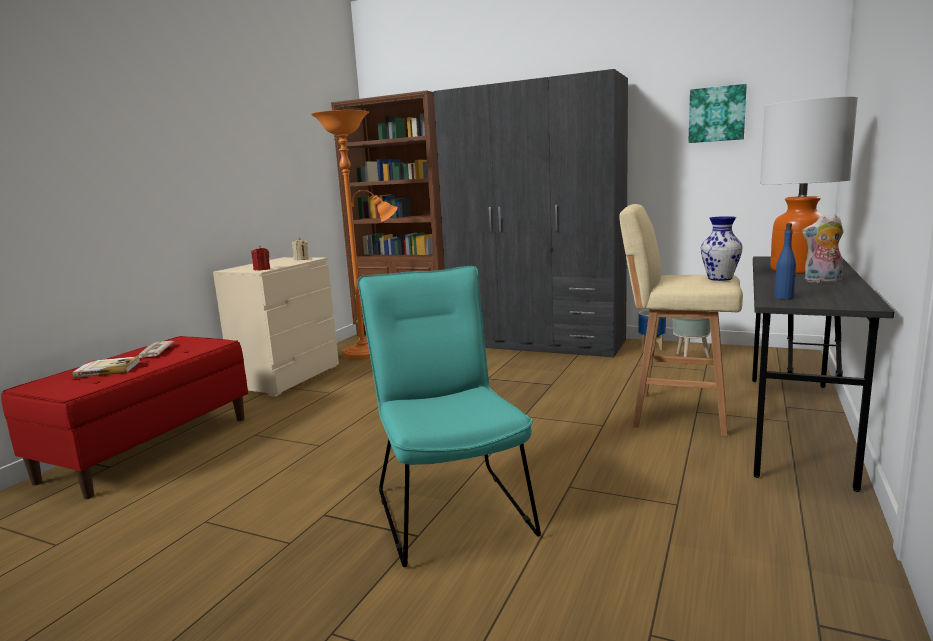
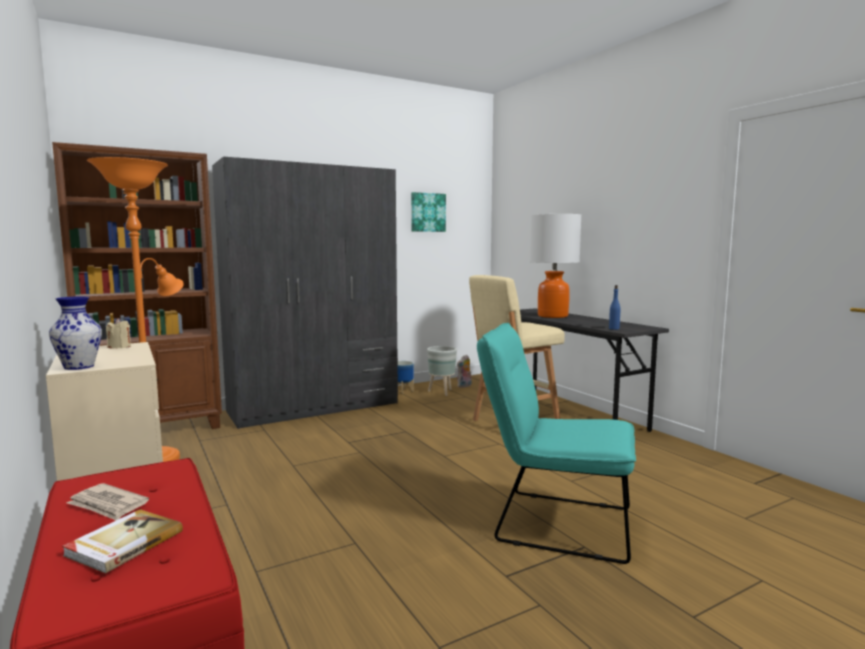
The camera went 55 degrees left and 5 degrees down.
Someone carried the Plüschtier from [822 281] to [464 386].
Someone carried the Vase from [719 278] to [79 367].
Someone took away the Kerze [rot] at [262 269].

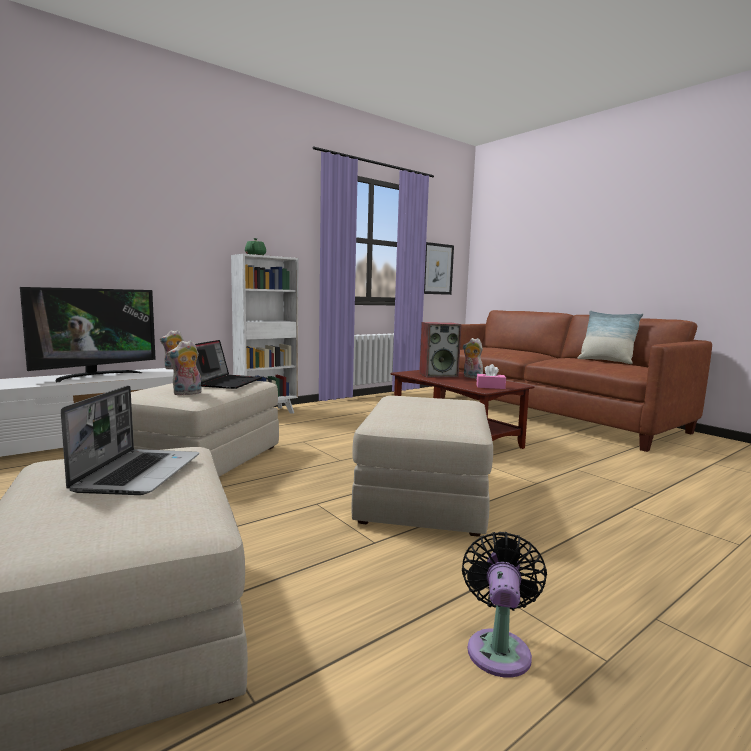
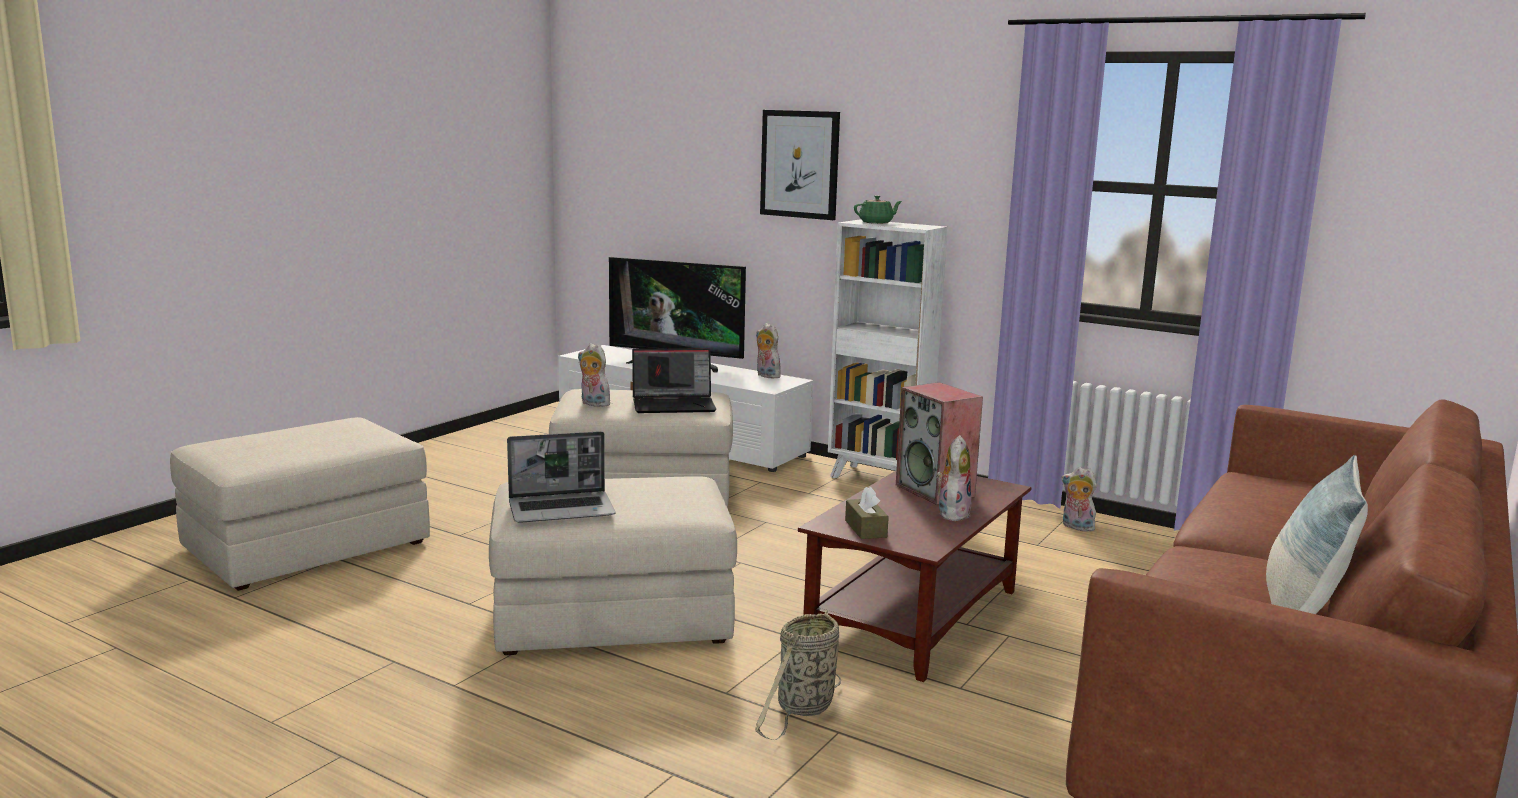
The camera went 70 degrees right and 5 degrees up.
Someone carried the Bild from [437 269] to [800 164].
Someone repainted the Taschentuchbox [rosa] at [490 387], which became the Taschentuchbox [braun] at [865 529].
Someone carried the Laptop from [138 473] to [562 509].
Someone took away the Ventilator [schwarz] at [499 648].
Someone put down the Plüschtier at [1076 527].
Someone put down the Korb at [803 709].

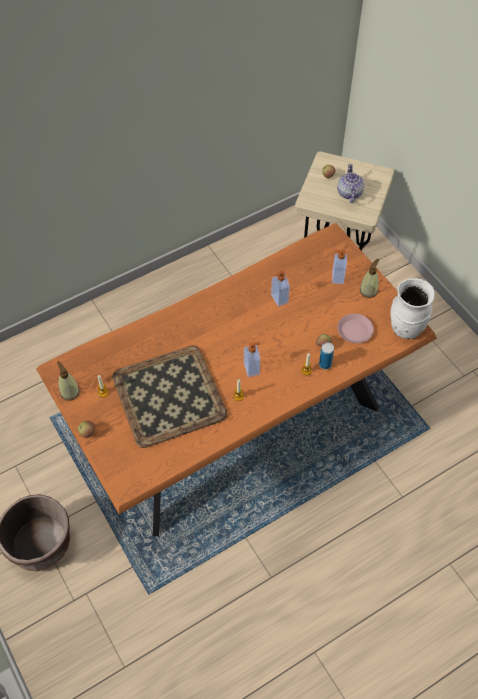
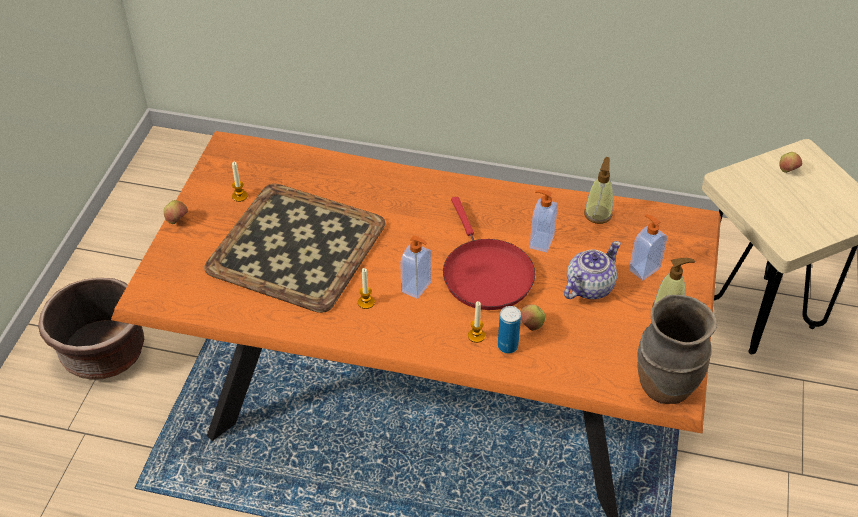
The camera went 45 degrees right and 10 degrees down.
Someone carried the Teekanne from [349 193] to [588 287].
Someone repainted the Vase [weiß] at [405 328], which became the Vase [braun] at [665 385].
Someone took away the Teller [rosa] at [355 331].
Someone carried the Seifenspender from [69 392] to [598 214].
Someone put down the Pfanne [rot] at [485 274].

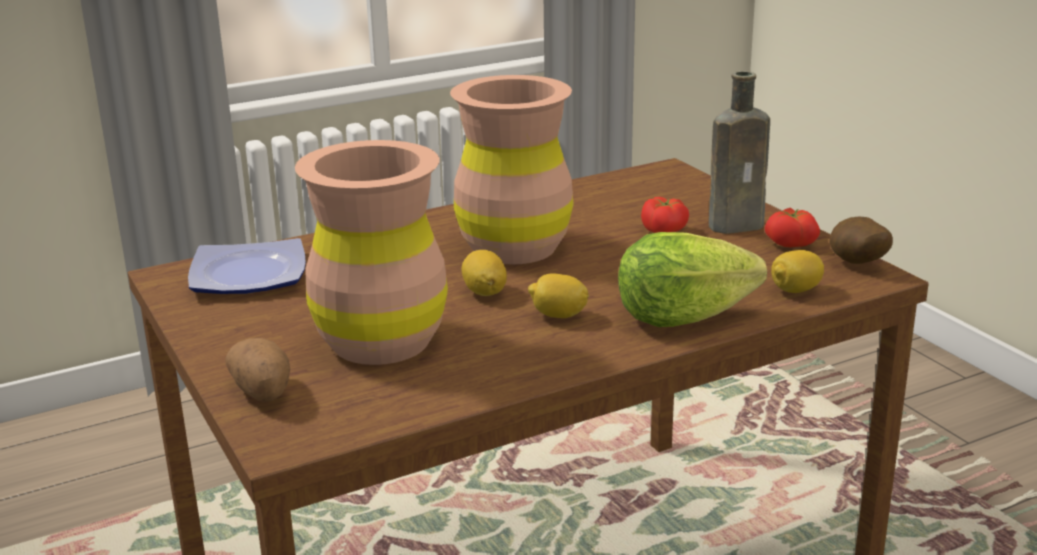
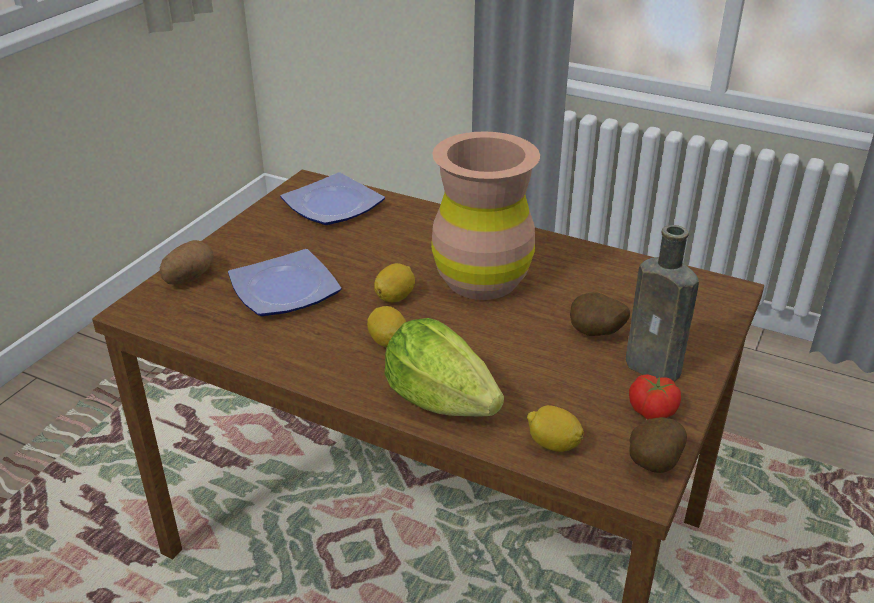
The camera went 55 degrees right and 10 degrees up.
Someone swapped the Vase [braun] at [381 341] for the Teller at [286 288].
Someone swapped the Tomate at [665 231] for the Kartoffel at [595 335].

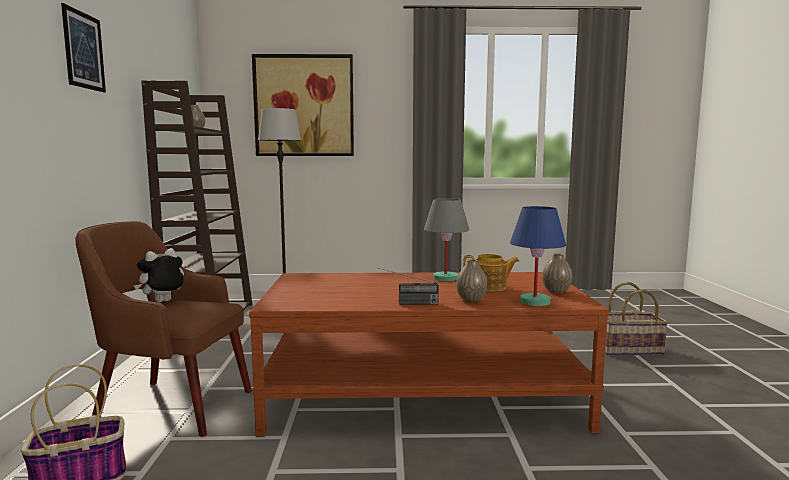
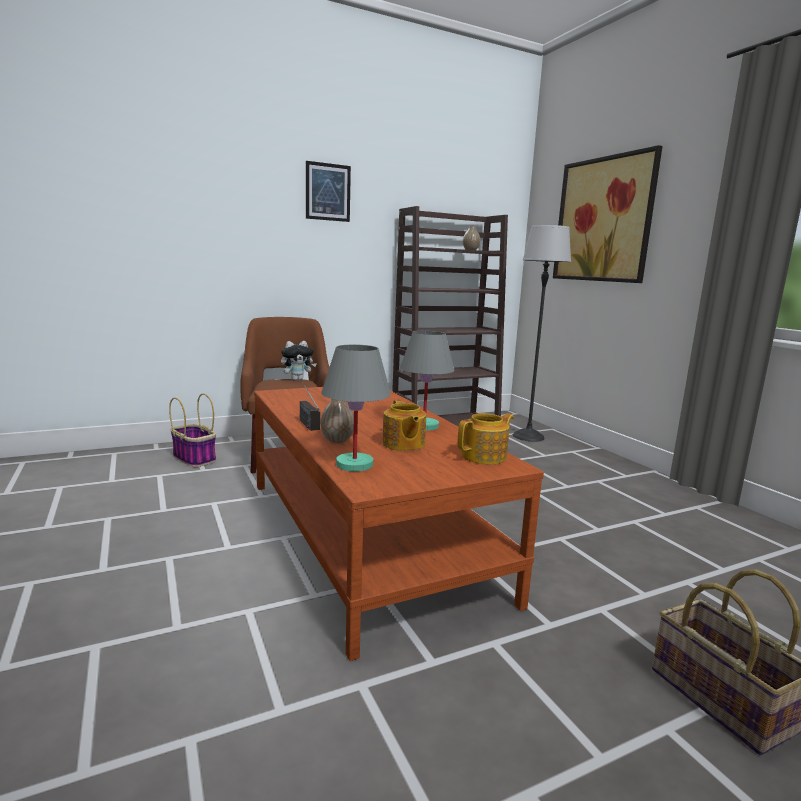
The camera went 65 degrees right and 5 degrees up.
Someone repainted the Tischlampe [blau] at [535 301], which became the Tischlampe [grau] at [355 465].
Someone rotated the Plüschtier at [163 302] by 135 degrees clockwise.
Someone took away the Vase at [556 291].
Someone put down the Teekanne at [485 456].

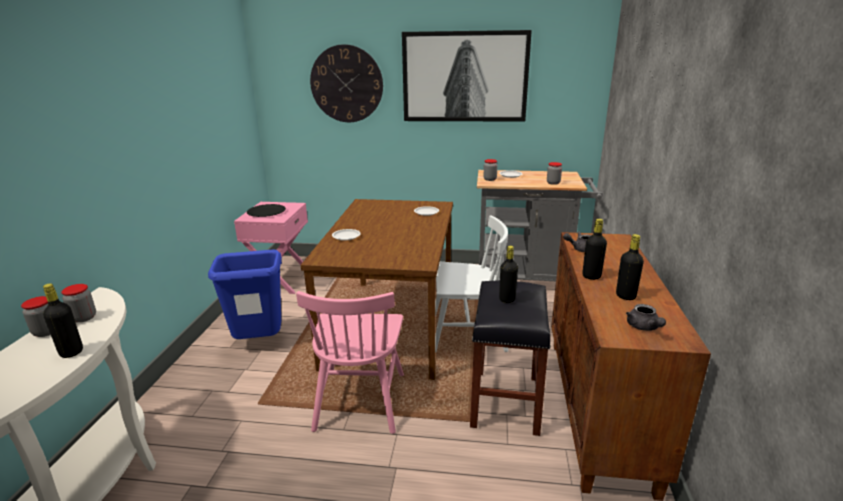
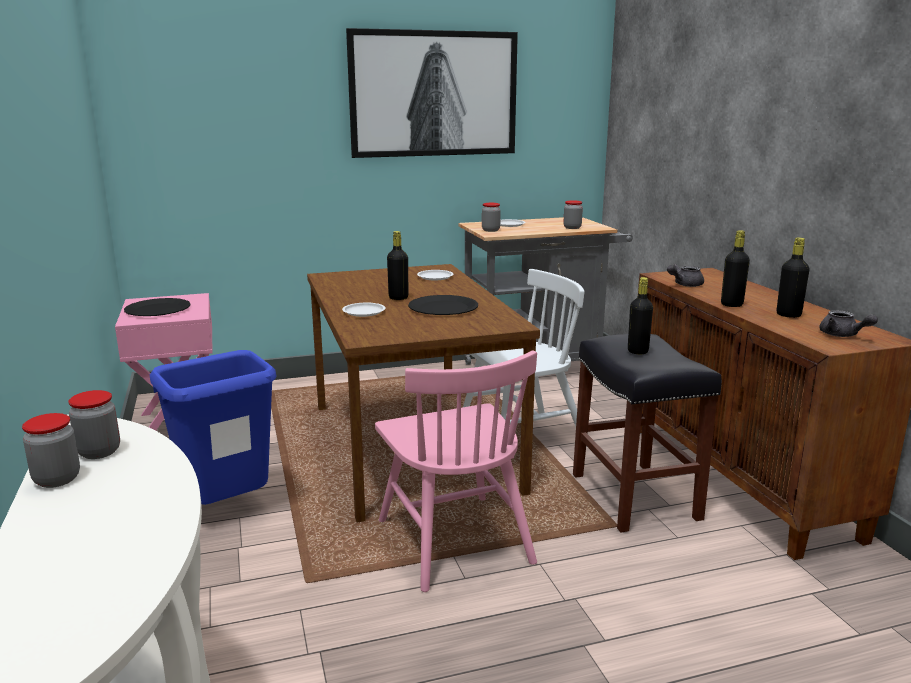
The camera went 25 degrees left and 5 degrees down.
Someone took away the Wanduhr at [346 84].
Someone carried the Flasche [schwarz] from [71 352] to [398 298].
Someone put down the Teller [schwarz] at [443 308].

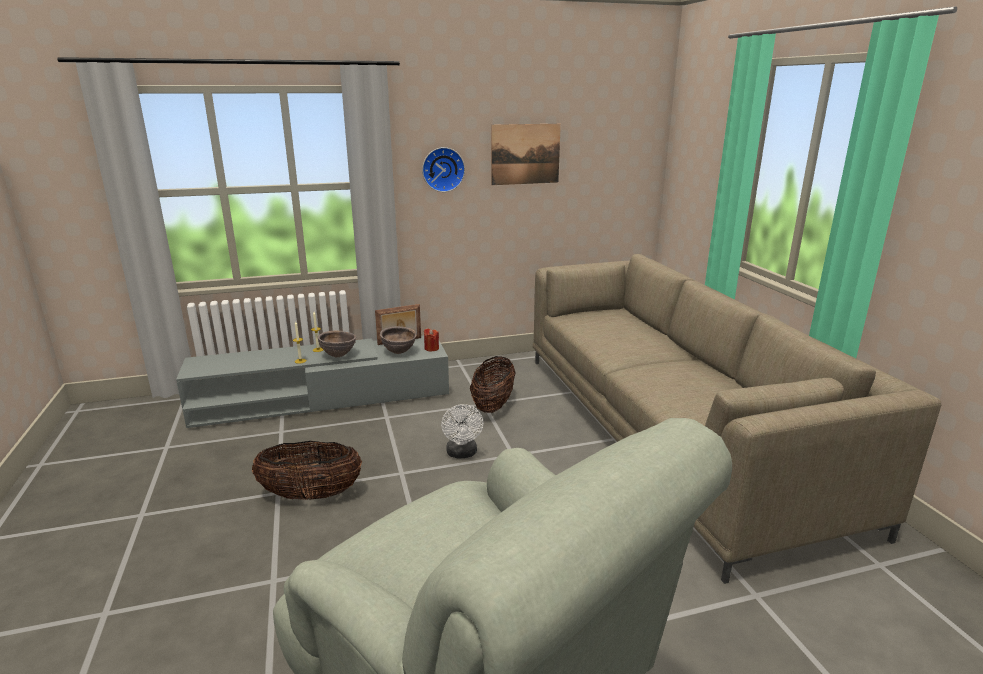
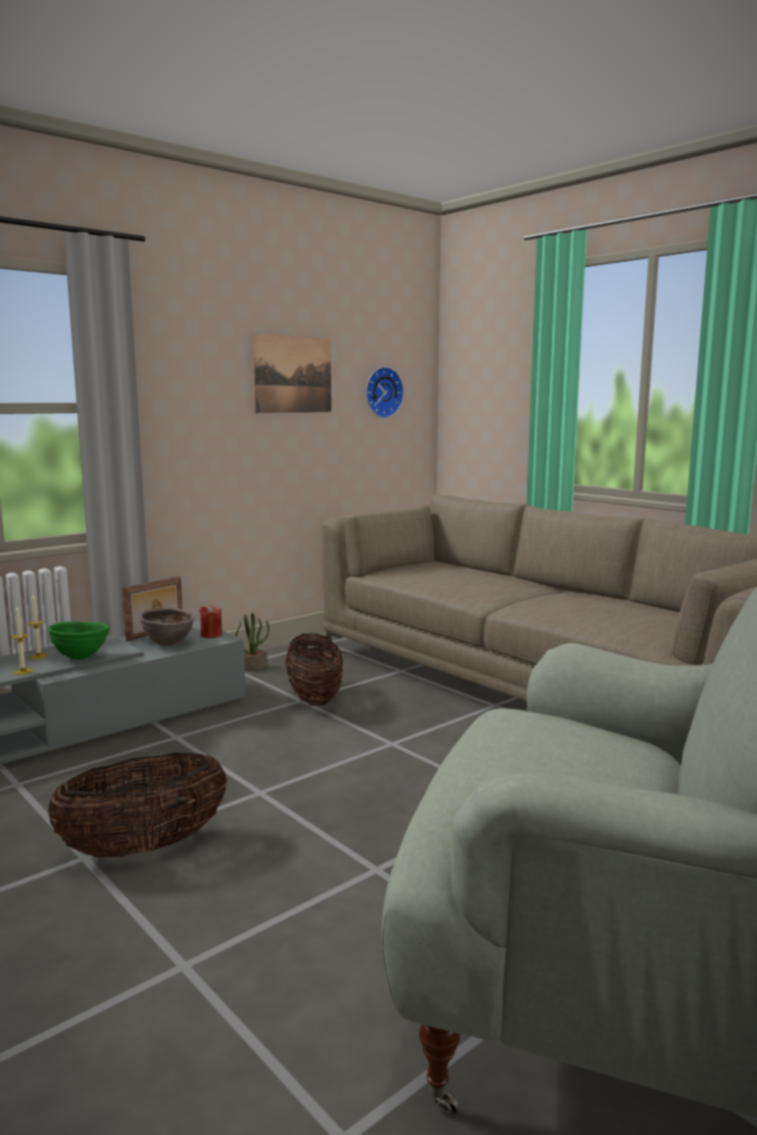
The camera went 25 degrees left and 10 degrees down.
Someone carried the Wanduhr from [443 169] to [382 392].
Someone repainted the Schüssel [braun] at [338 355], which became the Schüssel [grün] at [80 658].
Someone took away the Ventilator [weiß] at [462 454].
Someone put down the Topfpflanze at [253 667].

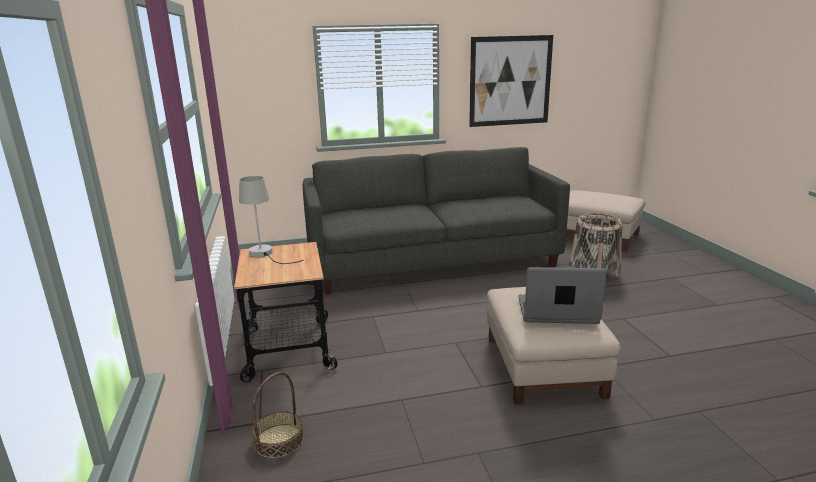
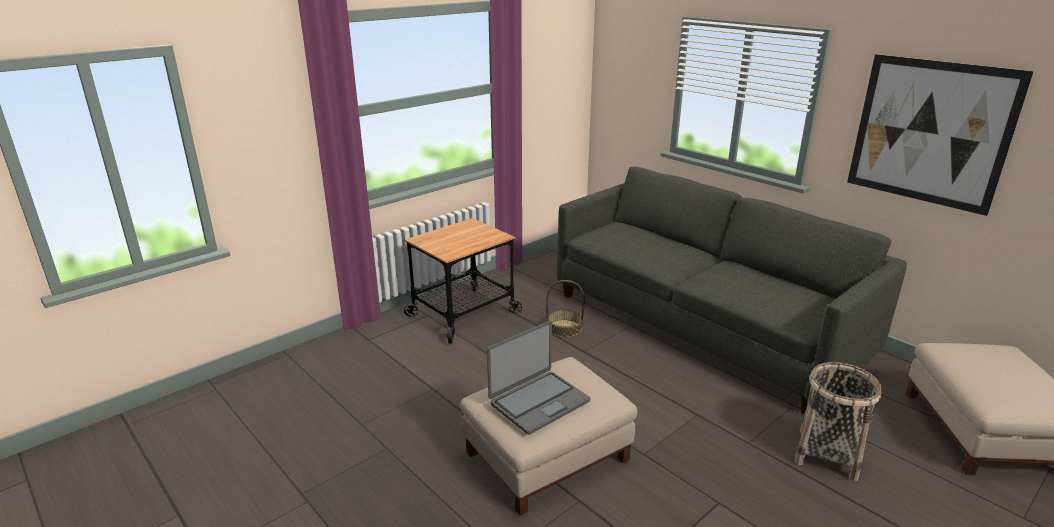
The camera went 60 degrees right and 5 degrees up.
Someone took away the Tischlampe [grau] at [265 254].
Someone rotated the Laptop at [557 311] by 75 degrees clockwise.
Someone carried the Korb from [279 441] to [564 328].

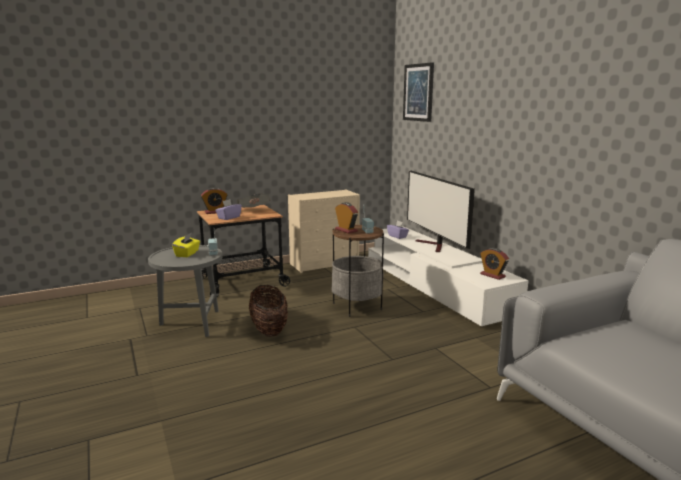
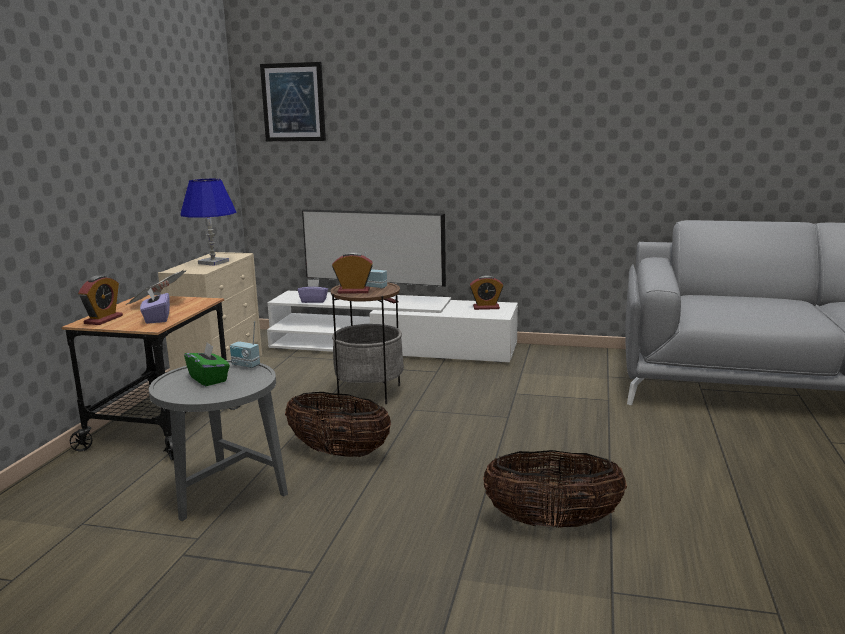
The camera went 50 degrees left and 0 degrees up.
Someone repainted the Taschentuchbox [gelb] at [187 254], which became the Taschentuchbox [grün] at [209 379].
Someone put down the Tischlampe [blau] at [213 262].
Someone put down the Korb at [552 523].

